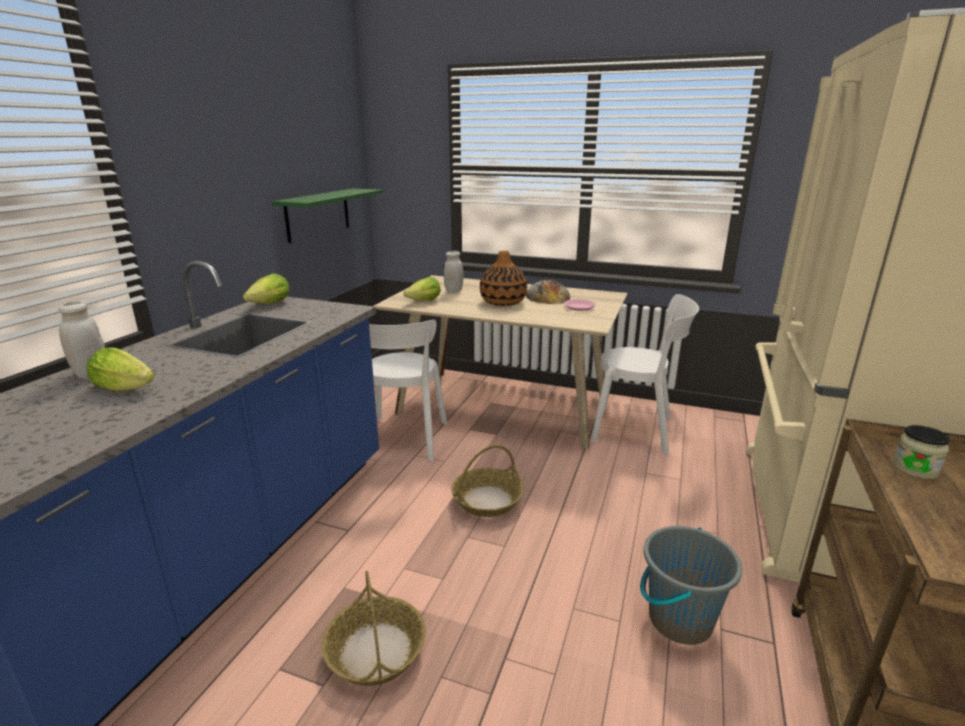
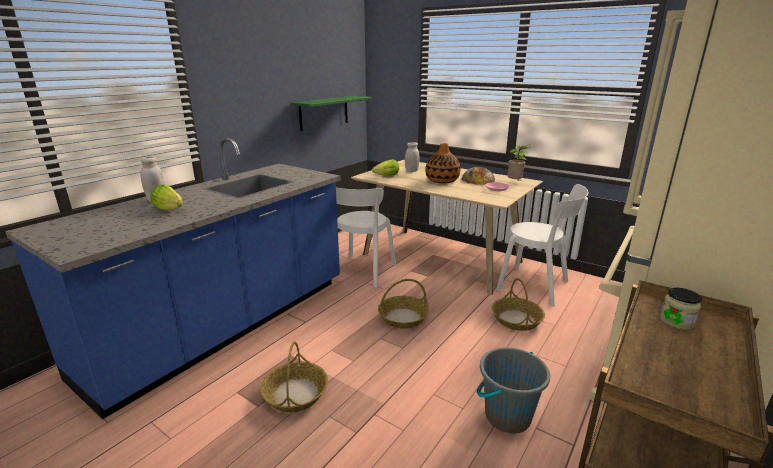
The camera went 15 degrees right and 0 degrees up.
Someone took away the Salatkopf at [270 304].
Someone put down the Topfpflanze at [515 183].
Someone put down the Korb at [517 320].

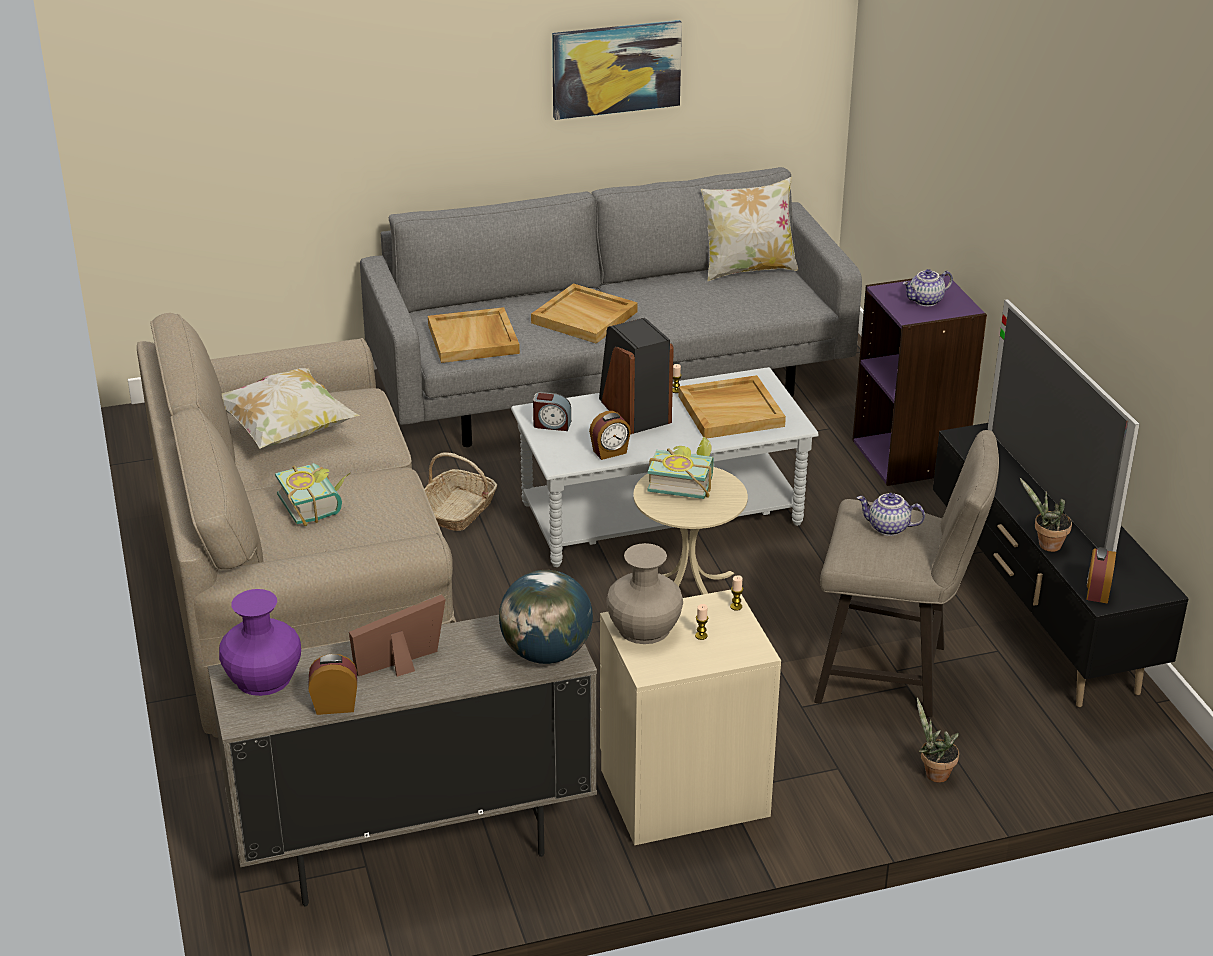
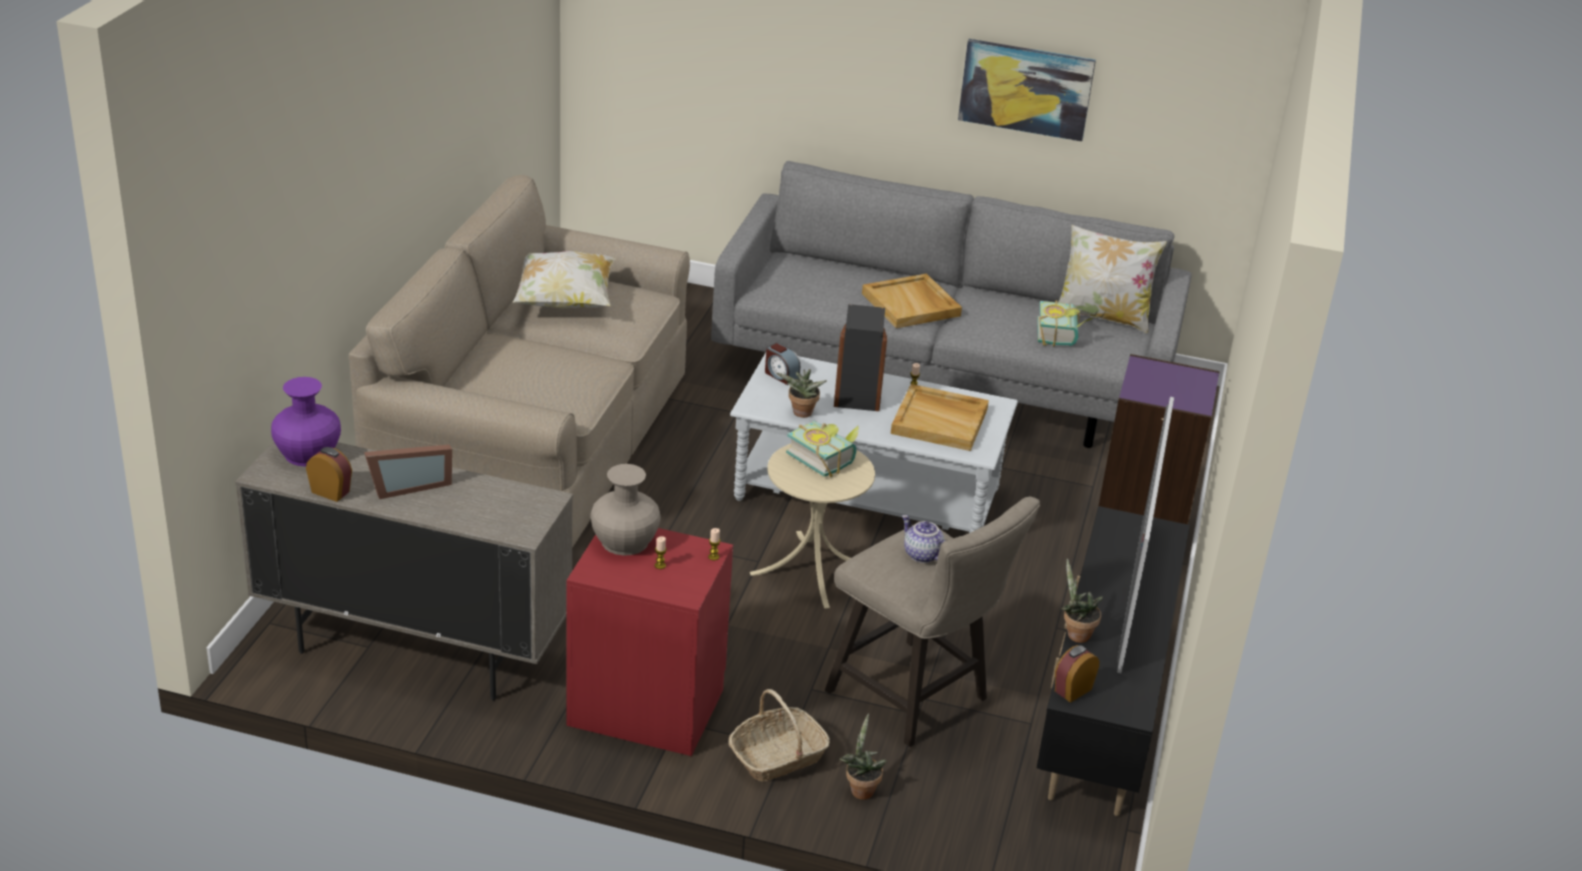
The camera went 30 degrees right and 0 degrees up.
Someone took away the Teekanne at [926 301].
Someone took away the Tablett [beige] at [474 339].
Someone swapped the Wecker at [610 452] for the Topfpflanze at [801 414].
Someone carried the Korb from [458 511] to [778 756].
Someone carried the Buch from [317 505] to [1062 335].
Someone took away the Globus at [546 653].
Someone repainted the Nachttisch [beige] at [683 791], which became the Nachttisch [rot] at [647 705].
Someone rotated the Bilderrahmen at [404 664] by 150 degrees clockwise.

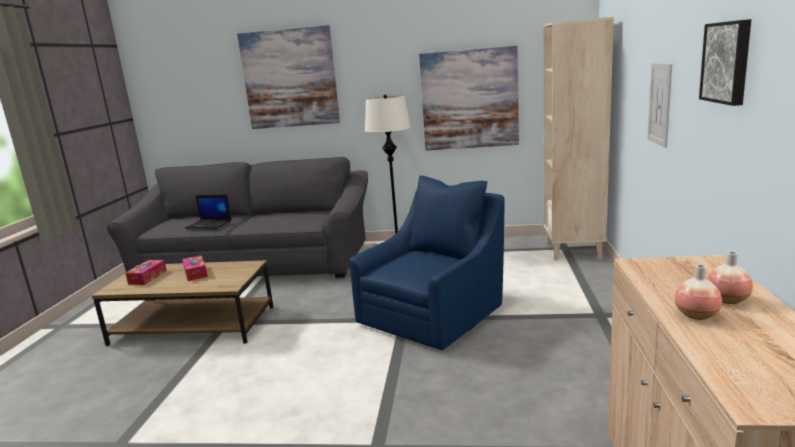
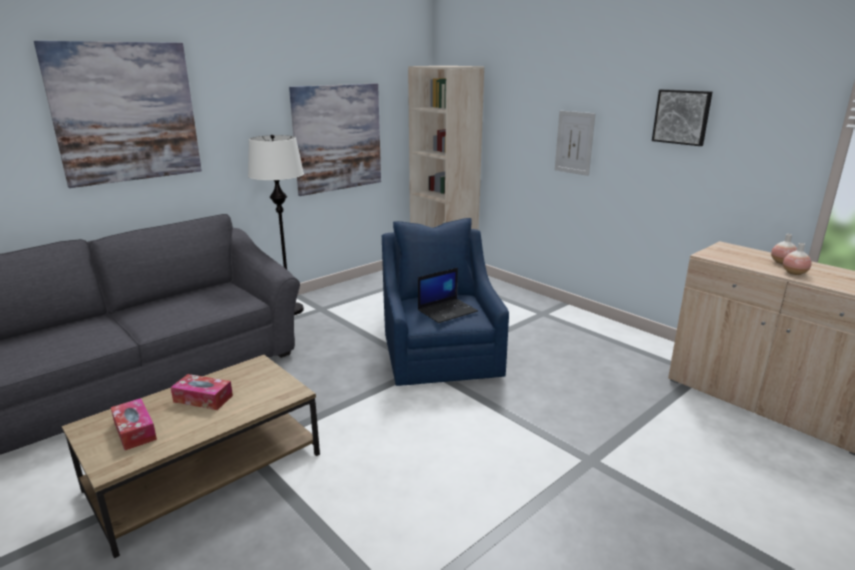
The camera went 50 degrees left and 5 degrees up.
Someone carried the Laptop from [209 224] to [447 311].

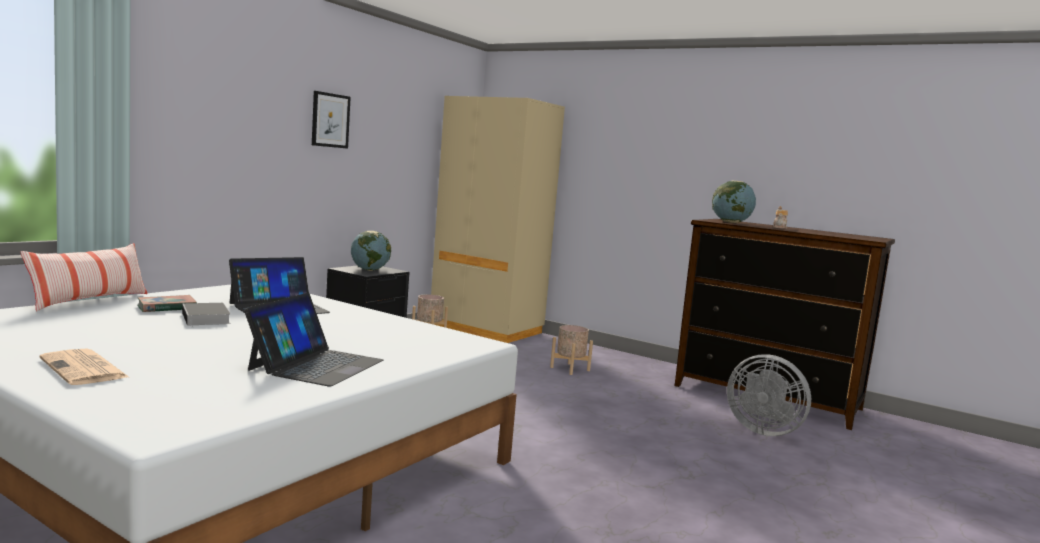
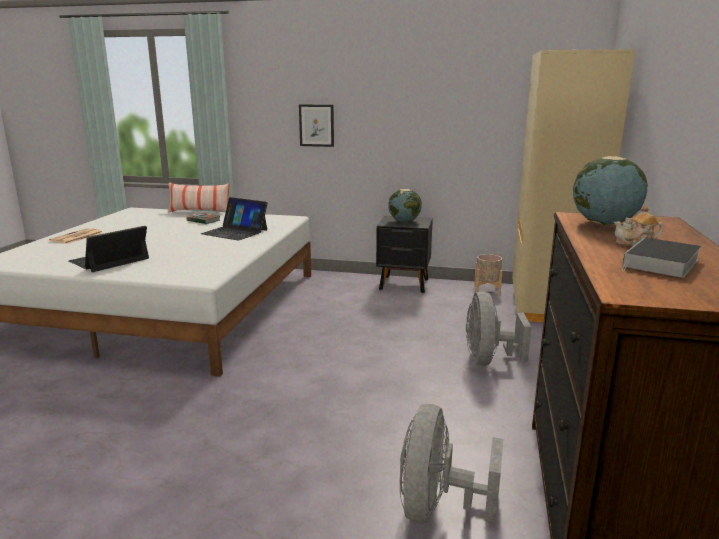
The camera went 70 degrees right and 10 degrees up.
Someone carried the Bild from [330 120] to [316 125].
Someone rotated the Laptop at [316 365] by 135 degrees clockwise.
Someone carried the Buch from [206 318] to [661 263].
Someone swapped the Pflanzkübel [beige] at [569 369] for the Ventilator [grau] at [488 360].

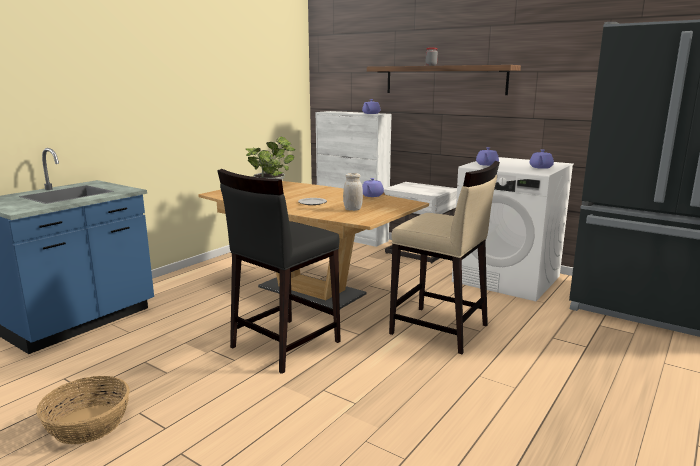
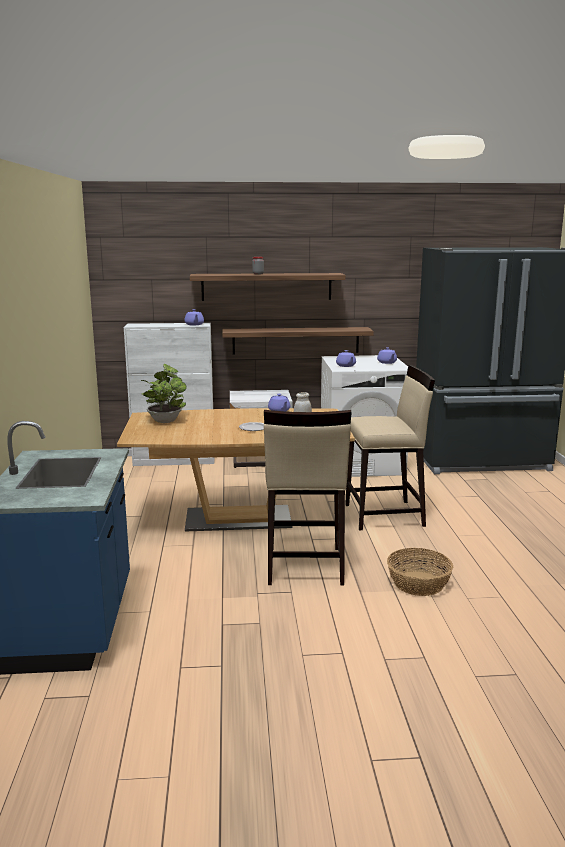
The camera went 40 degrees left and 0 degrees up.
Someone repainted the Hocker [schwarz] at [284 344], which became the Hocker [beige] at [304 566].
Someone carried the Korb from [88 424] to [418 583].
Someone put up the Wandregal at [296 340].

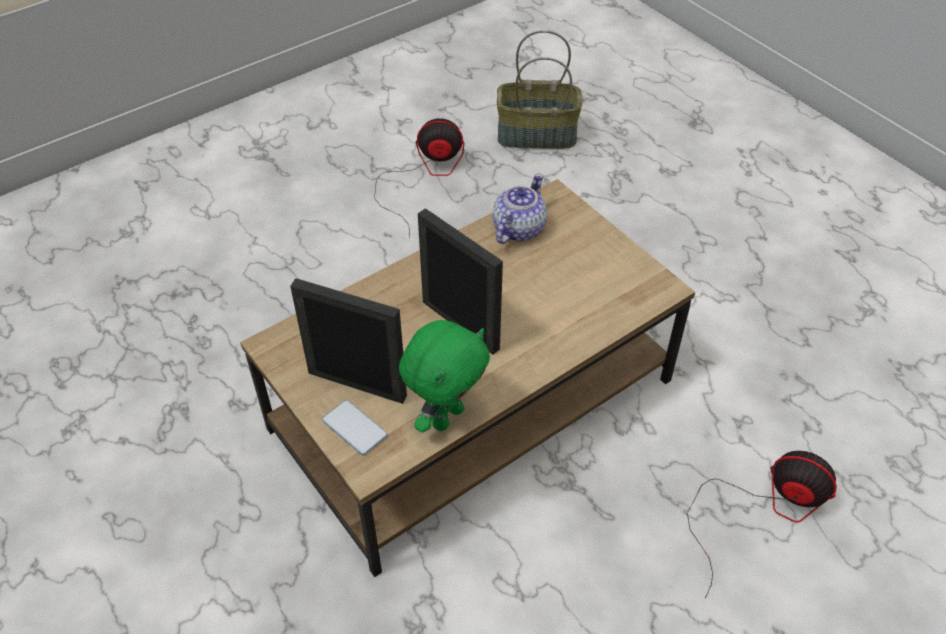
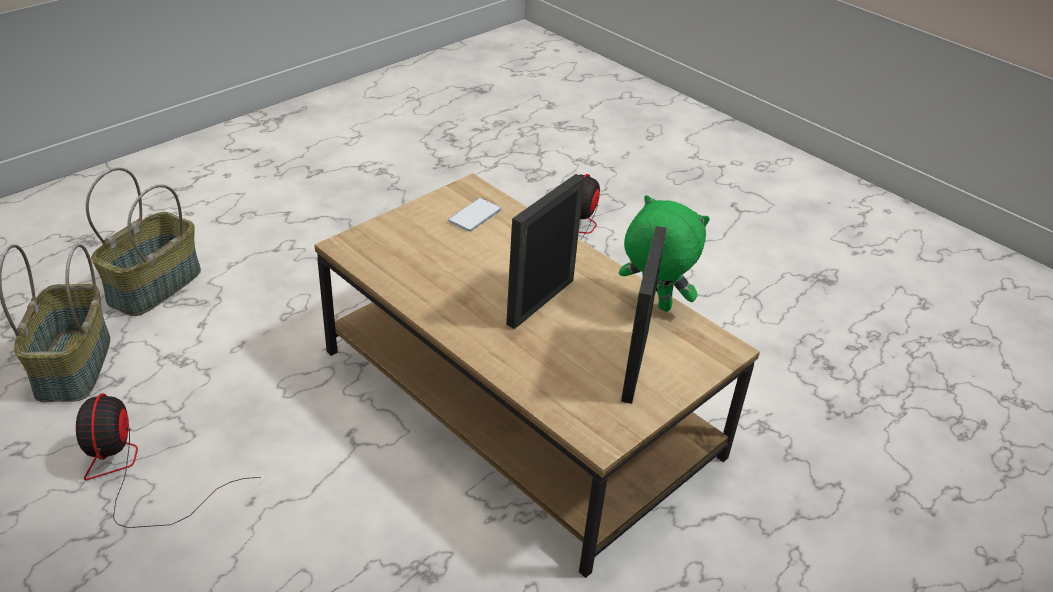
The camera went 100 degrees left and 10 degrees down.
Someone took away the Teekanne at [518 229].
Someone carried the Handy from [354 428] to [474 216].
Someone put down the Korb at [154 285].

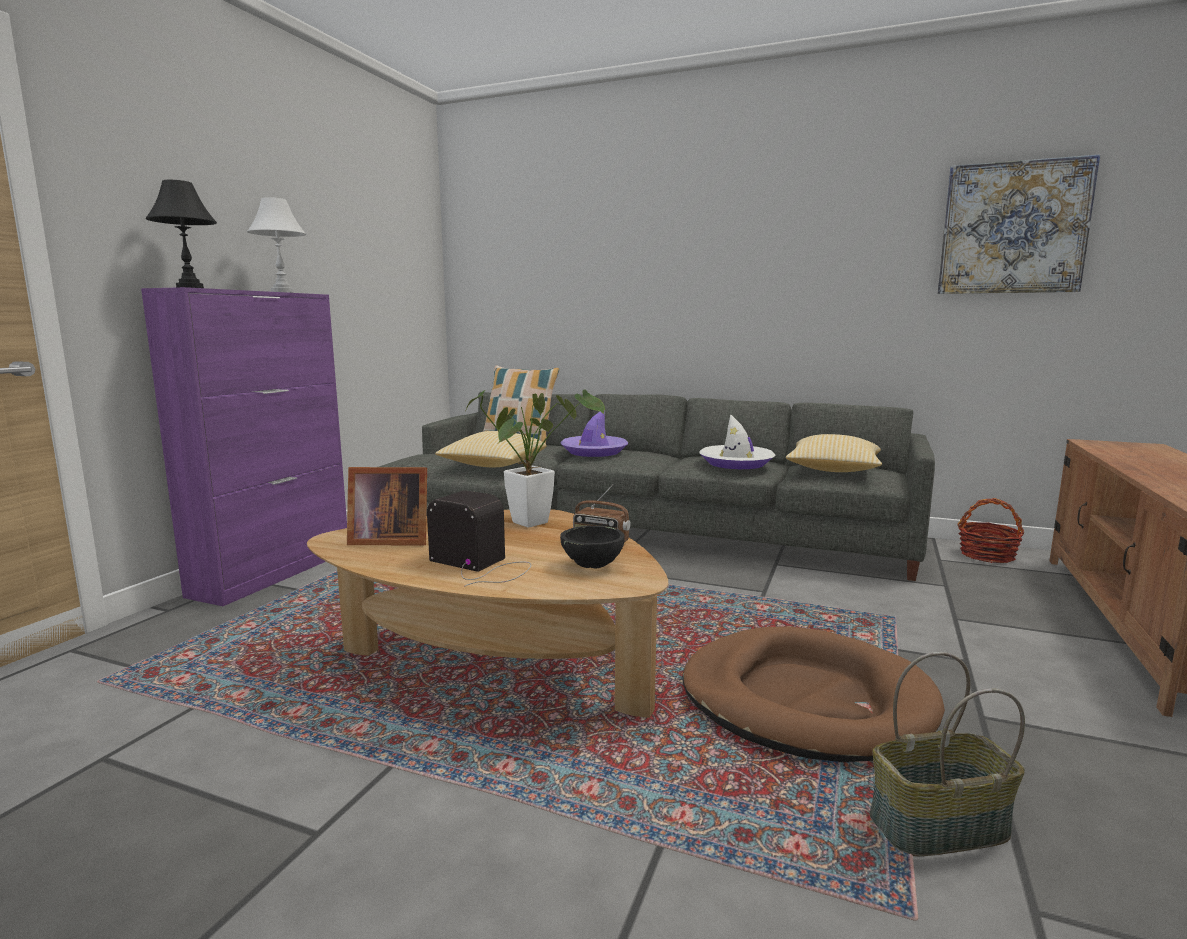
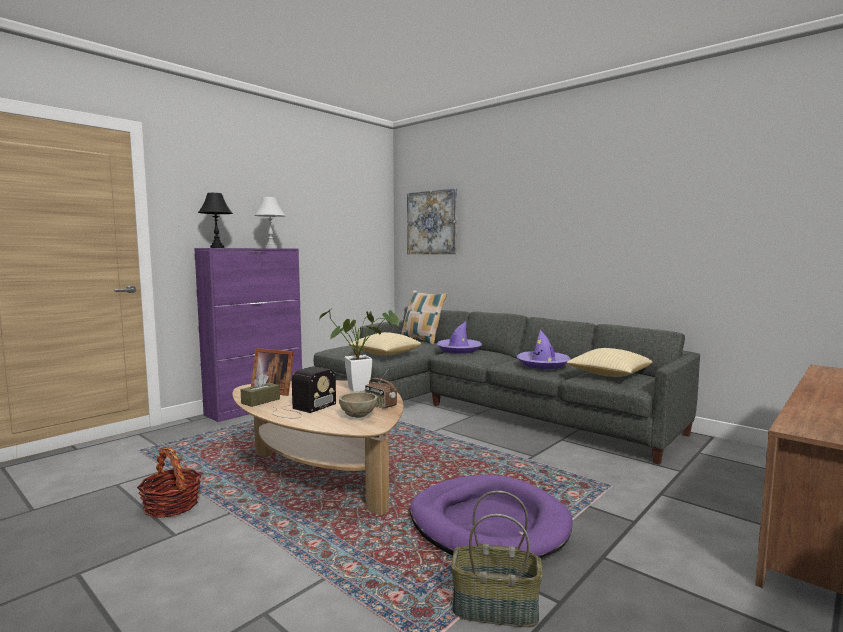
The camera went 20 degrees right and 5 degrees down.
Someone carried the Bild from [1013 228] to [432 222].
Someone repainted the Hut [weiß] at [736 463], which became the Hut [lila] at [543 364].
Someone rotated the Radio at [482 565] by 75 degrees clockwise.
Someone carried the Korb from [987 555] to [172 506].
Someone repainted the Schüssel [schwarz] at [593 566], which became the Schüssel [beige] at [358 416].
Someone repainted the Hundebett [braun] at [805 700], which became the Hundebett [lila] at [488 524].
Someone put down the Taschentuchbox [braun] at [260 401].

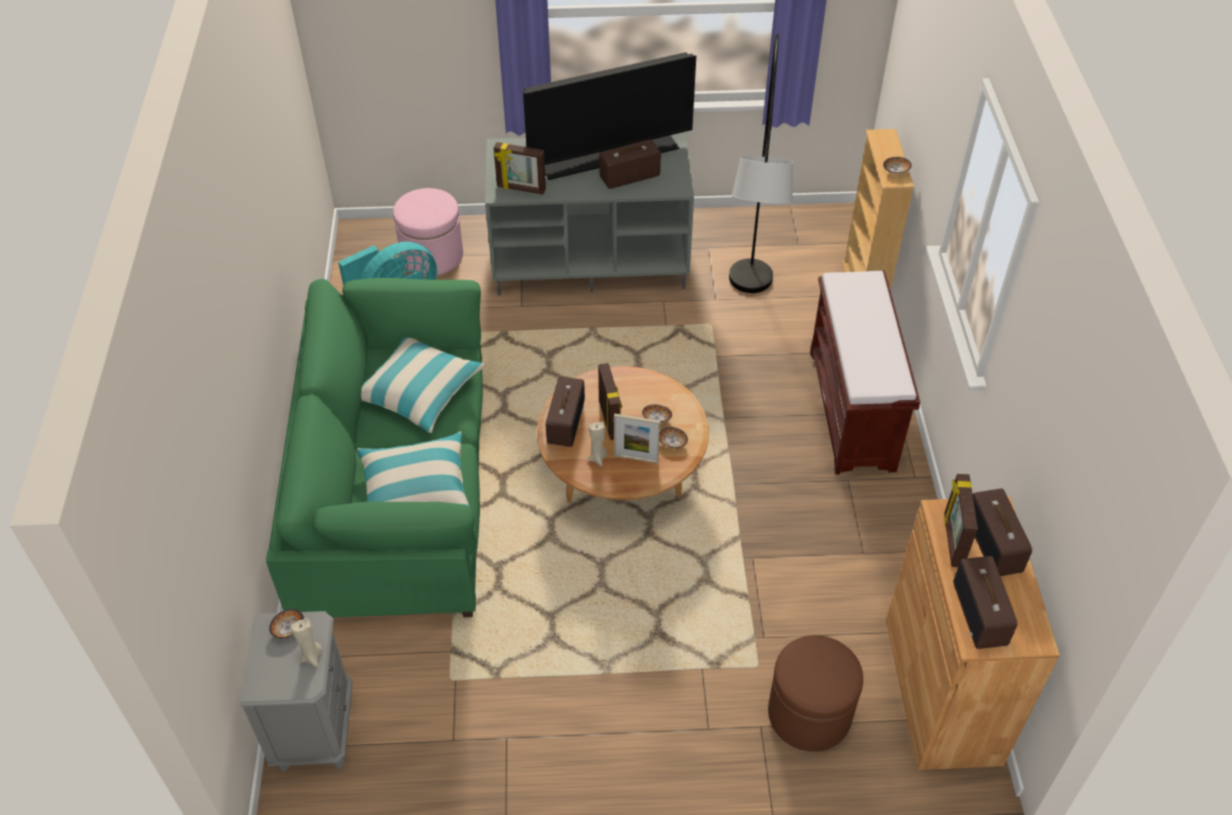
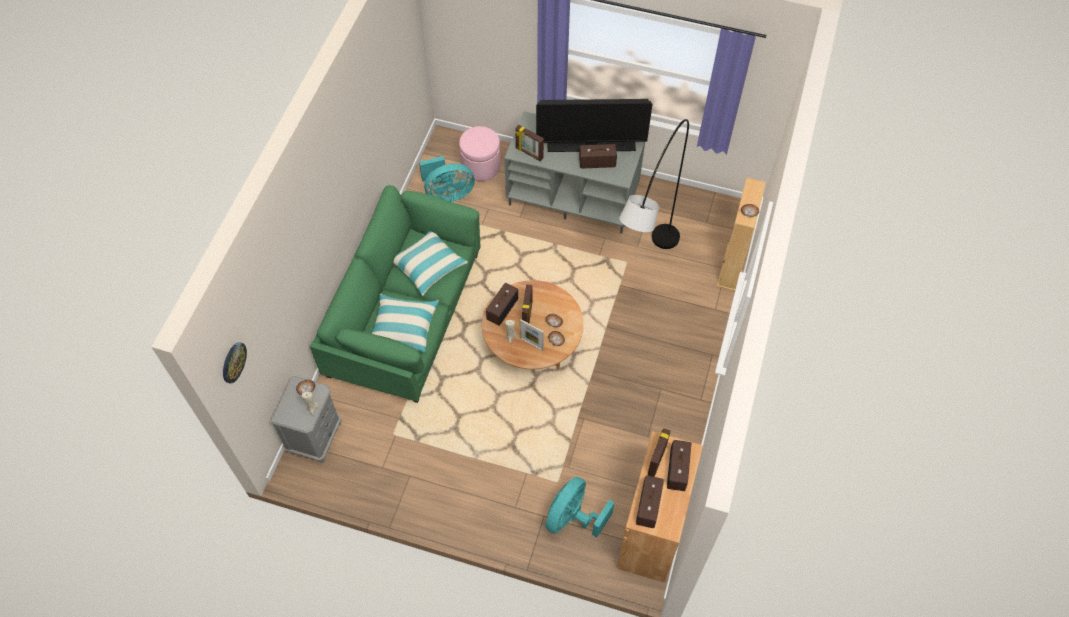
The camera went 20 degrees right and 10 degrees up.
Someone took away the Bank [braun] at [852 410].
Someone swapped the Polsterhocker [braun] at [809 714] for the Ventilator [türkis] at [573 518].
Someone put up the Wanduhr at [233 362].

